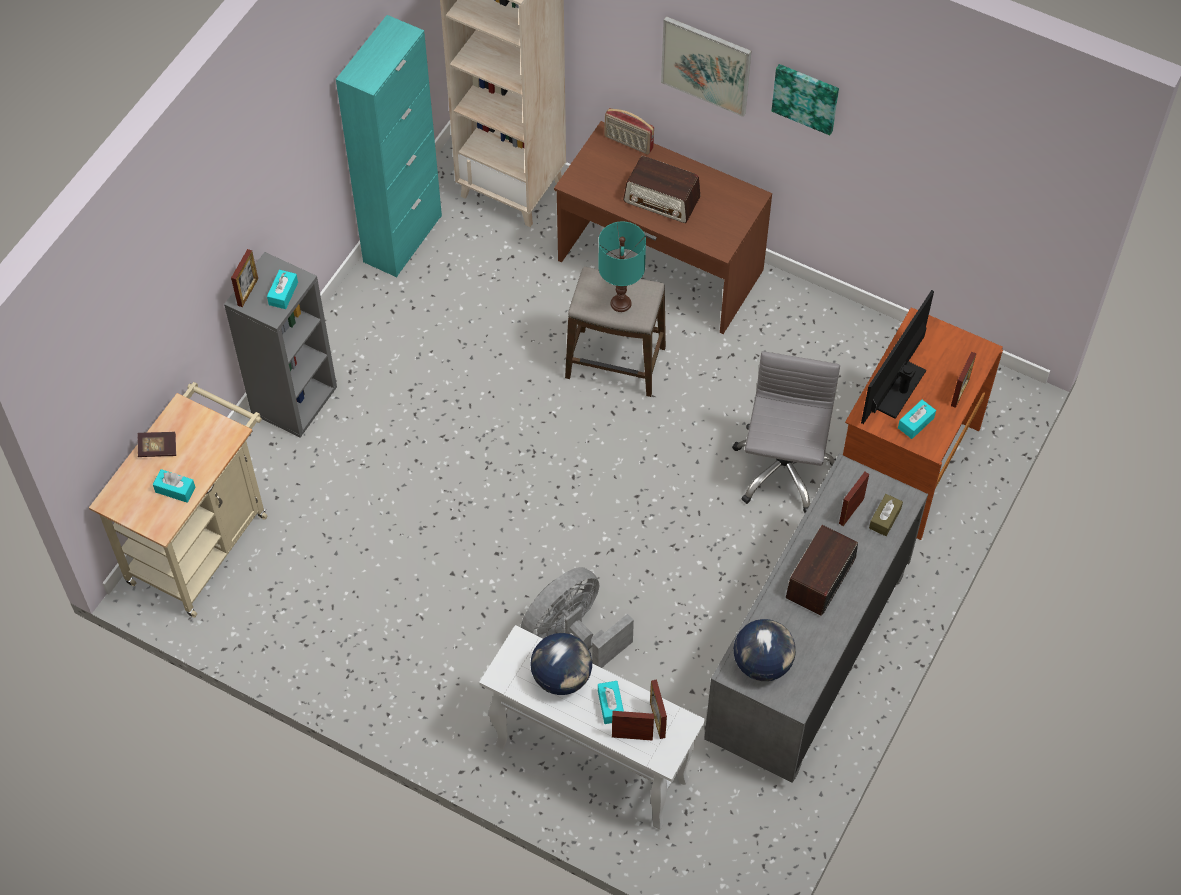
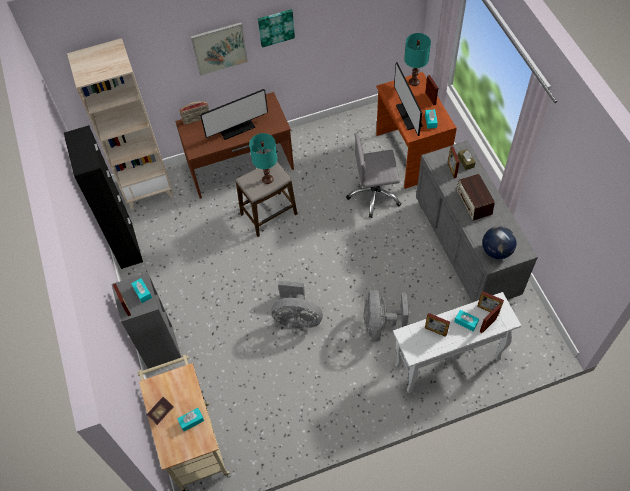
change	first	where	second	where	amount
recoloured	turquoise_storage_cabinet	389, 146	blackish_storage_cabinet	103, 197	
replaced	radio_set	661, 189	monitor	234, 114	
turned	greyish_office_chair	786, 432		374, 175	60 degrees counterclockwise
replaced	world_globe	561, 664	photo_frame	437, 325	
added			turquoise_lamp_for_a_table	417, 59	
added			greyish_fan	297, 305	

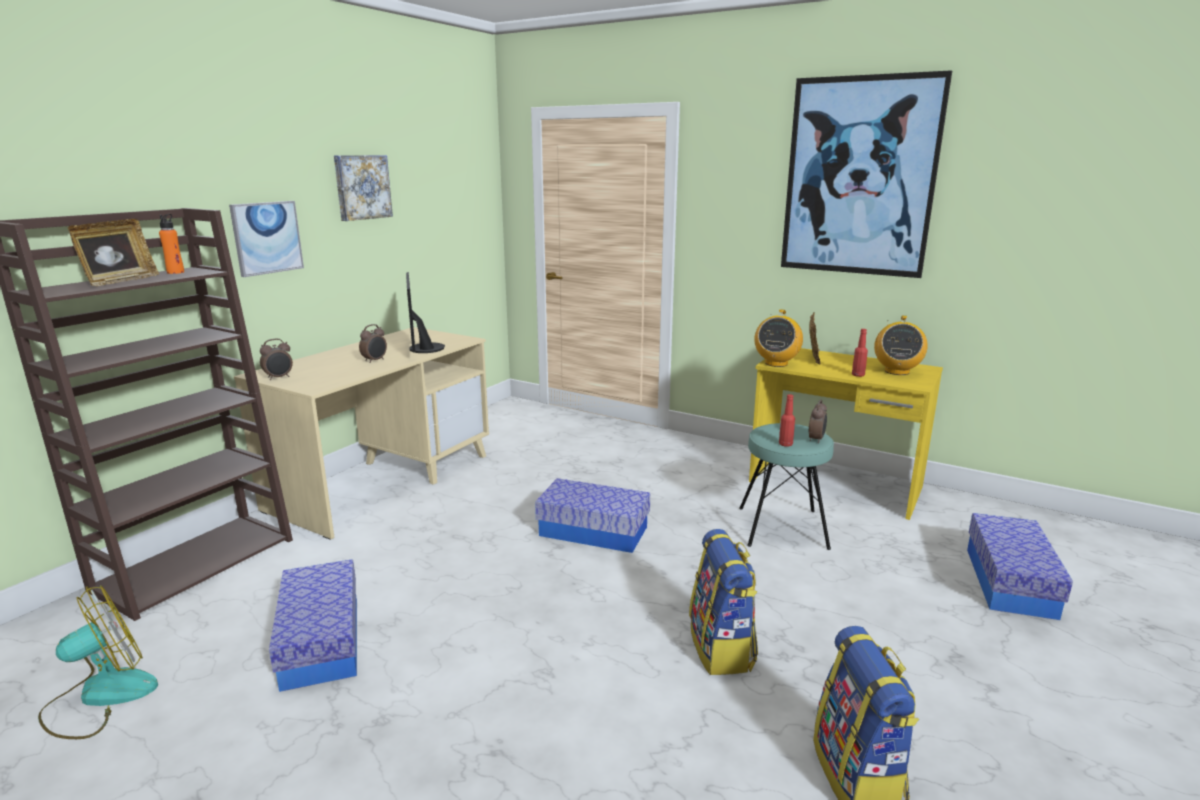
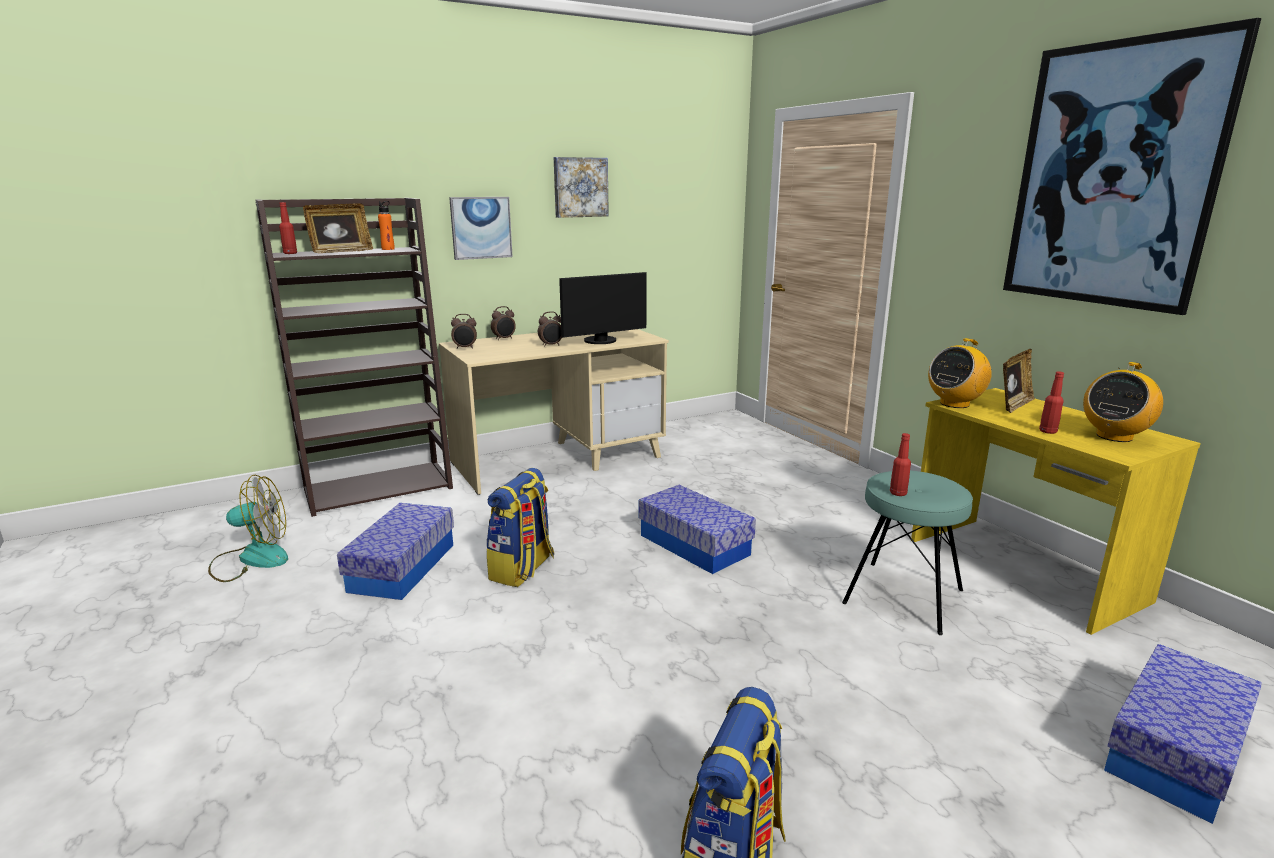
change	first	where	second	where	amount
turned	monitor	425, 312		603, 308	135 degrees counterclockwise
moved	table_clock	818, 421		503, 323	
moved	backpack	723, 602		520, 527	
added			red_drink_bottle	288, 228	

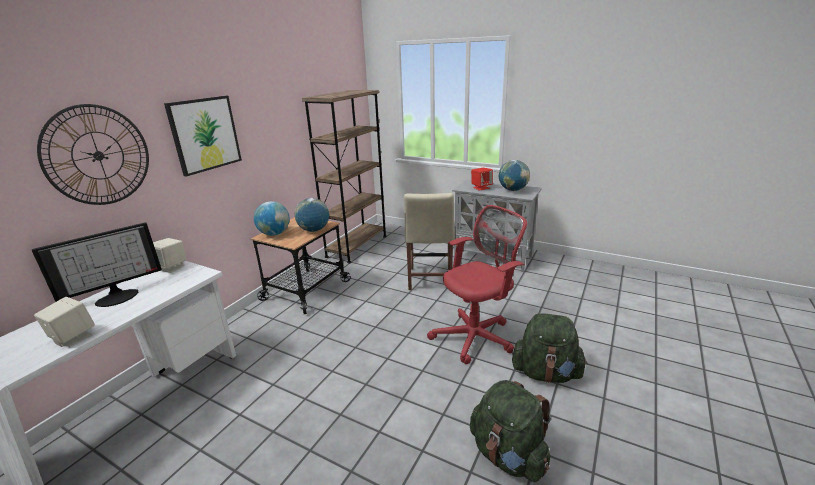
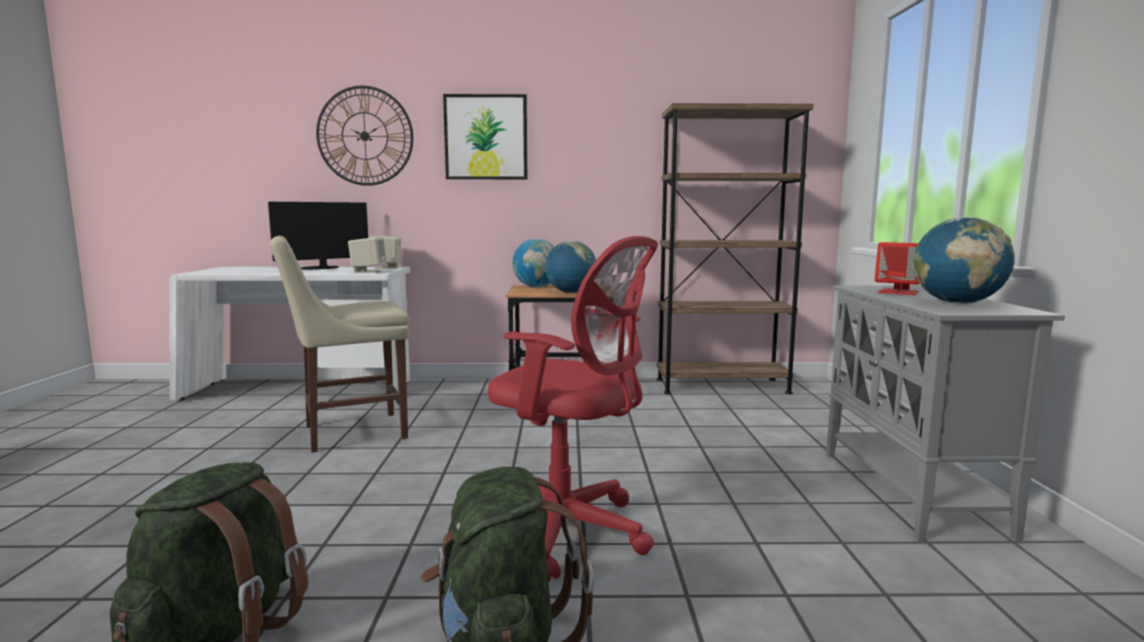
change	first	where	second	where	amount
moved	sand-coloured_upright_chair	429, 241		339, 344	
turned	monitor	97, 264		318, 236	120 degrees clockwise
moved	sand-coloured_loudspeaker	64, 322		367, 255	

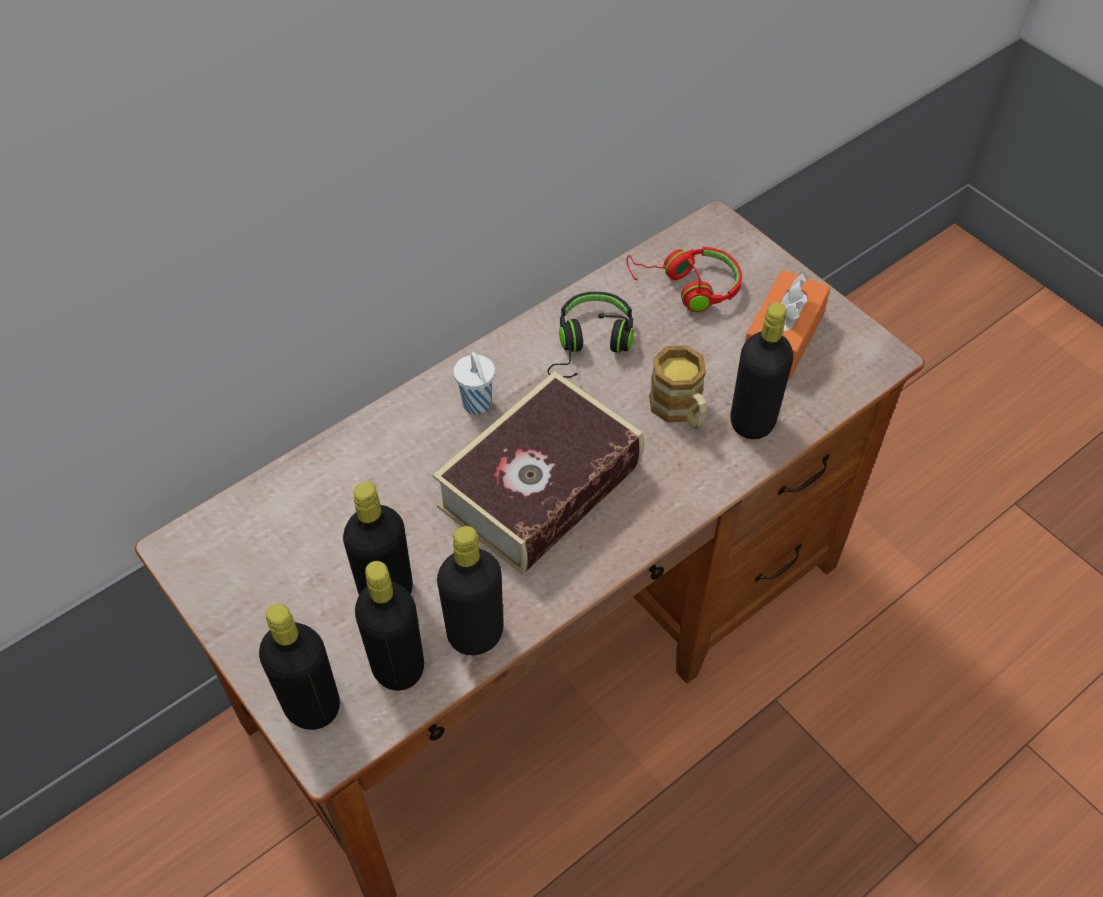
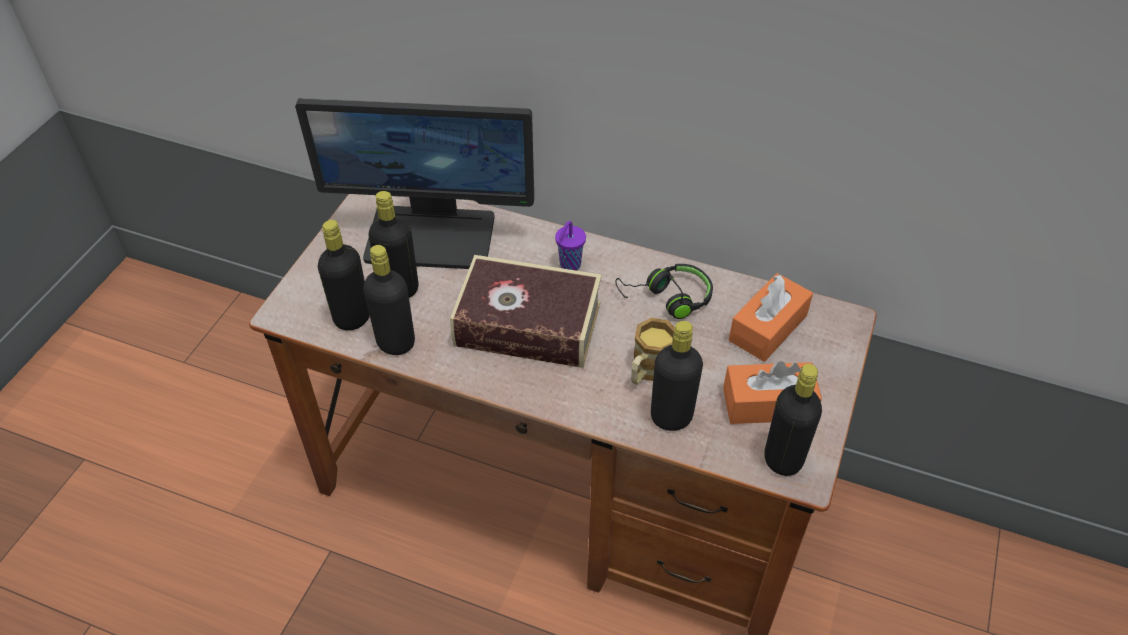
change	first	where	second	where	amount
replaced	red_headphones	684, 279	orange-coloured_tissue_holder	771, 317	
recoloured	white_drinking_cup	474, 383	purplish_drinking_cup	570, 245	
moved	blackish_drink_bottle	299, 667		793, 420	
added			monitor	414, 183	

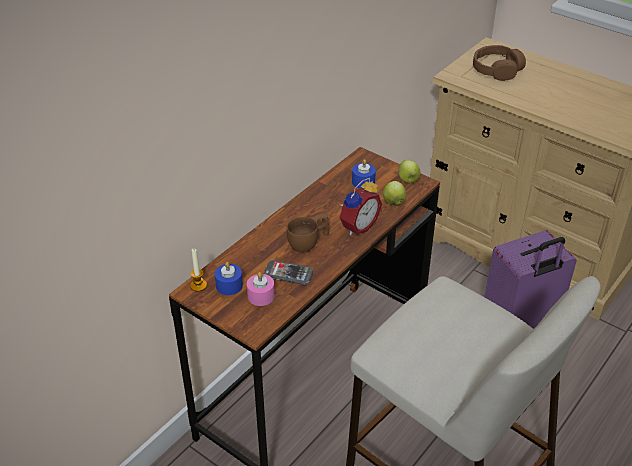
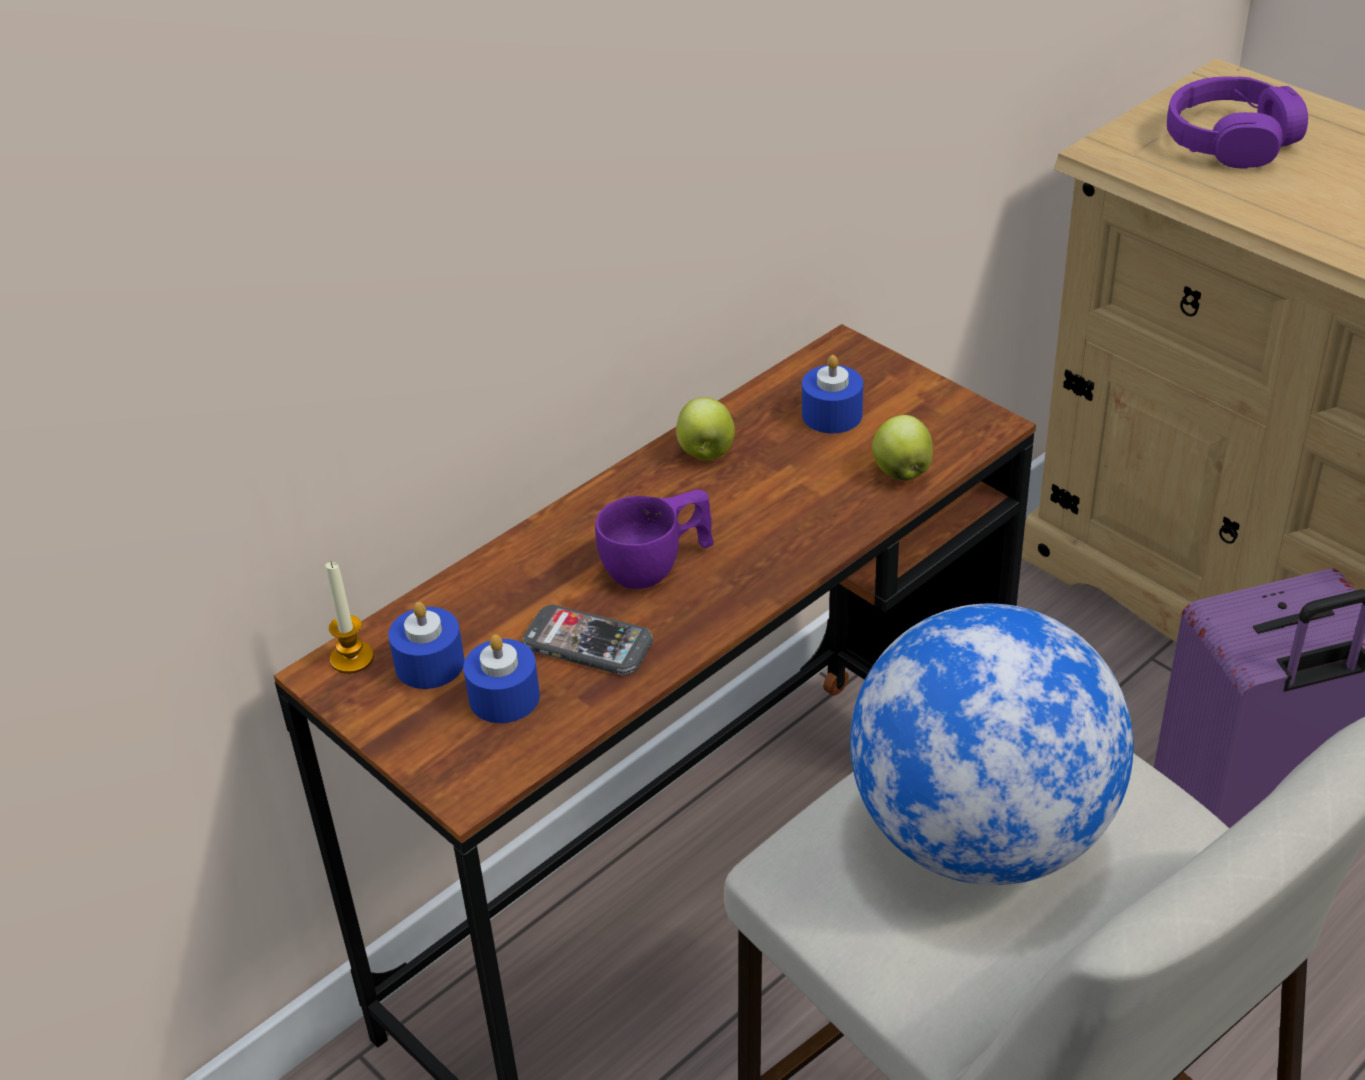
change	first	where	second	where	amount
recoloured	brown_headphones	499, 63	purplish_headphones	1237, 122	
moved	whole_apple	409, 171		705, 428	
removed	table_clock	360, 206			
recoloured	brown_drinking_cup	307, 232	purplish_drinking_cup	654, 539	
recoloured	pinkish_wax_light	261, 289	bluish_wax_light	501, 678	
added			world_globe	991, 744	

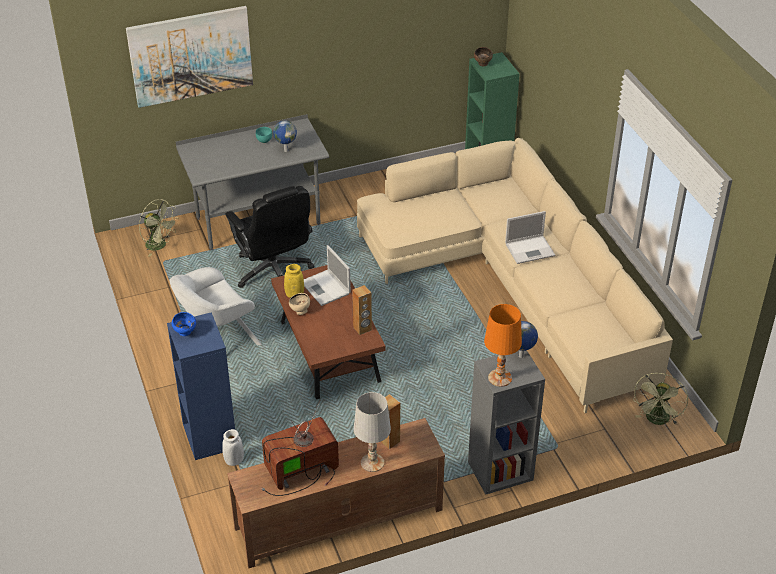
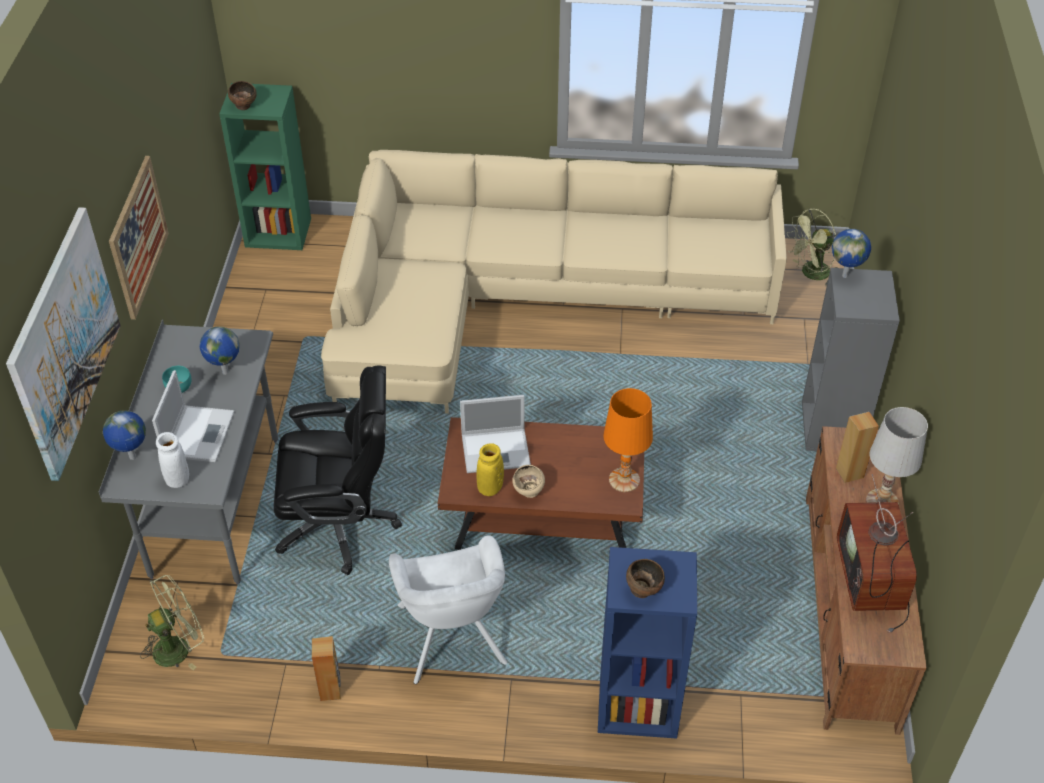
change	first	where	second	where	amount
moved	notebook_computer	530, 237		193, 416	
moved	brown_loudspeaker	362, 310		326, 668	
moved	orange-coloured_lamp_for_a_table	503, 345		628, 440	
recoloured	bluish_deep_dish	184, 324	brown_deep_dish	645, 578	
turned	green_fan	660, 399		812, 247	105 degrees clockwise
moved	white_flower_vase	233, 447		172, 460	
added			picture	139, 238	
added			world_globe	124, 435	

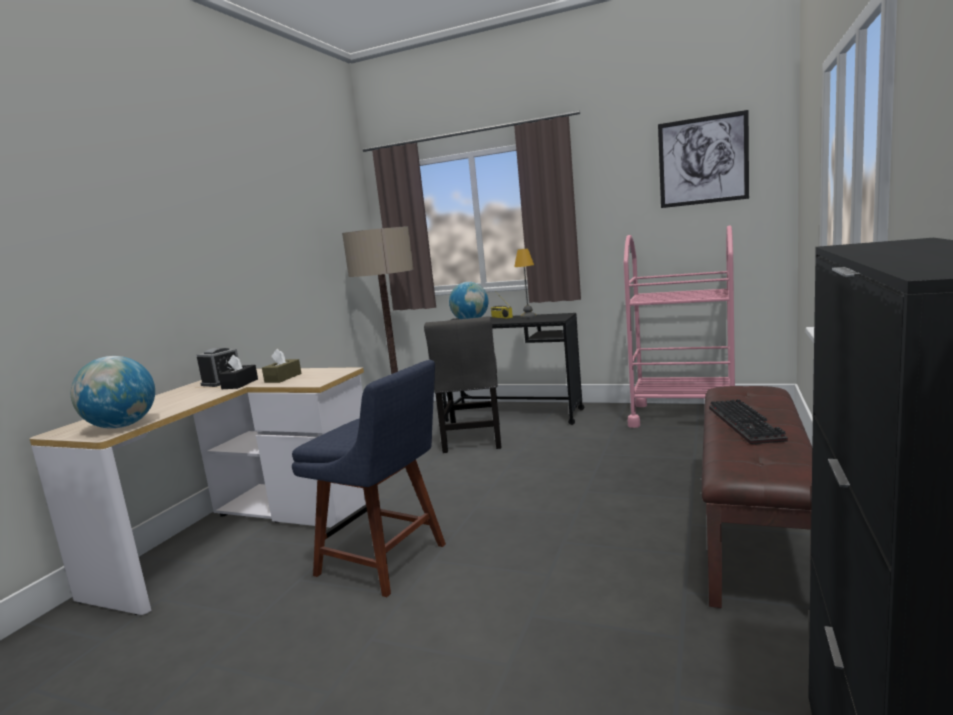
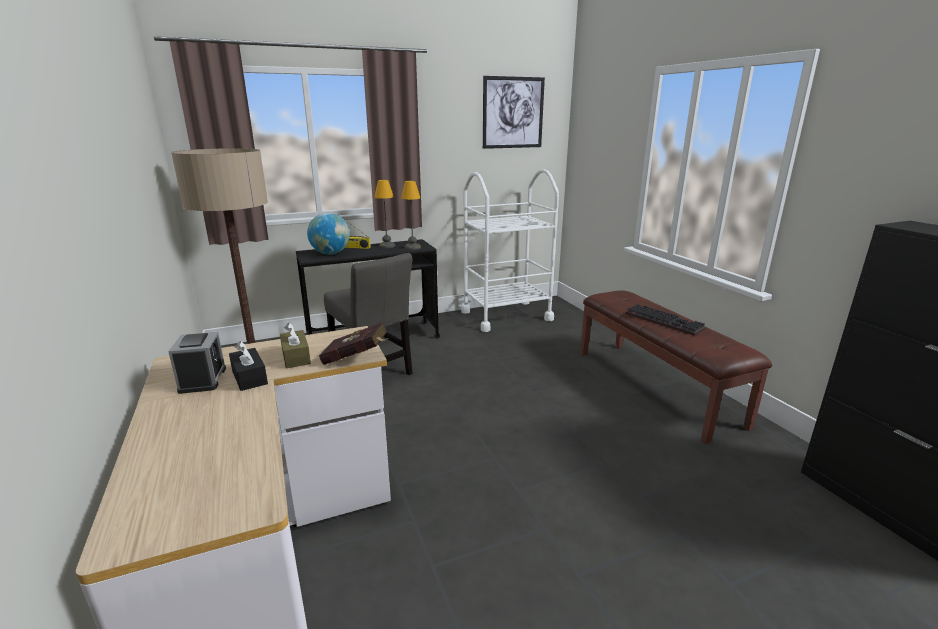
change	first	where	second	where	amount
recoloured	pinkish_cart	679, 326	white_cart	510, 250	
removed	world_globe	113, 392			
removed	bluish_upright_chair	369, 478			
added			lamp_for_a_table	411, 215	
added			red_bound_book	354, 343	

